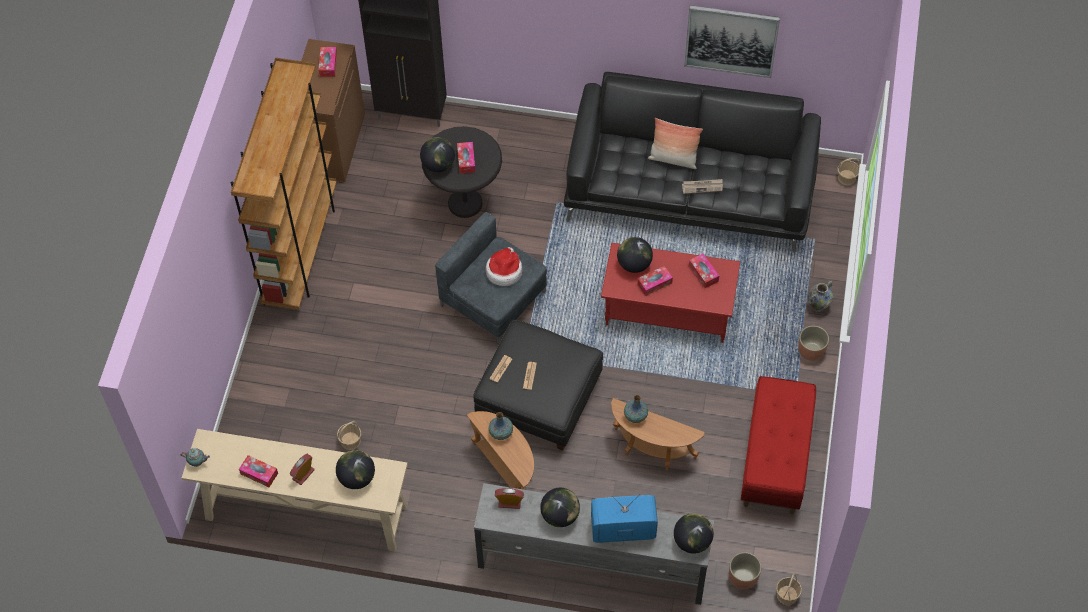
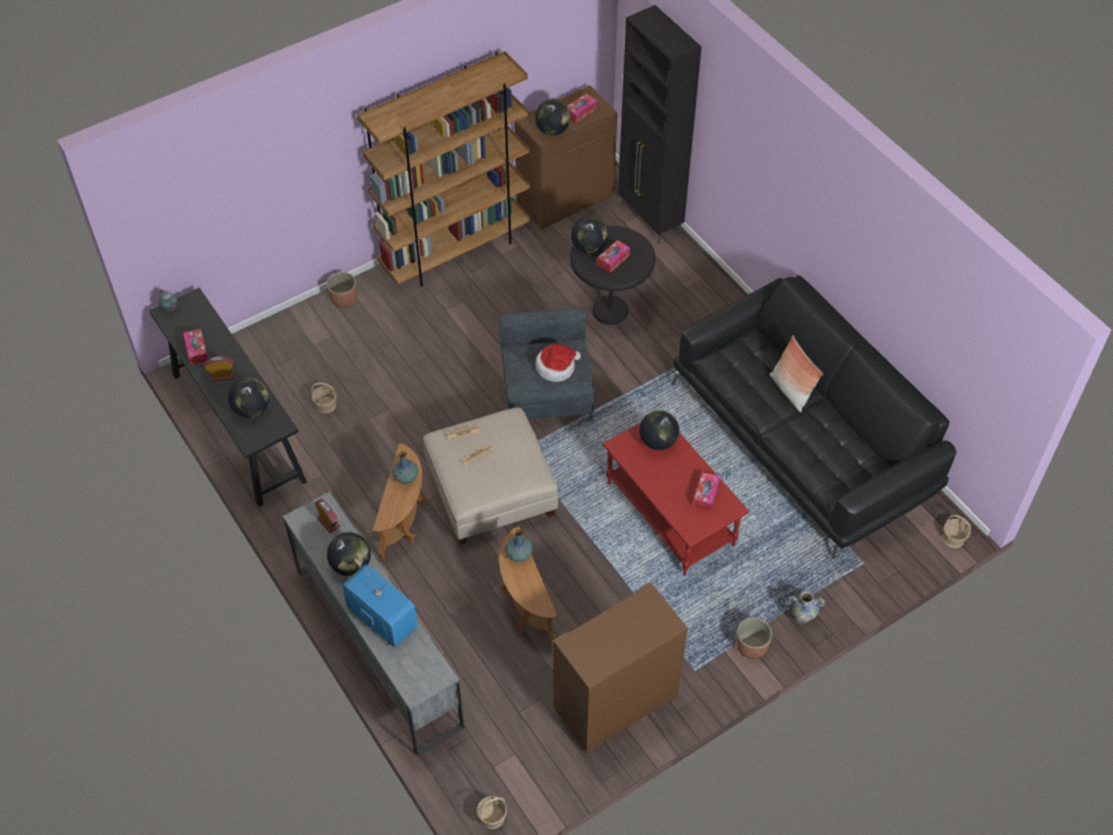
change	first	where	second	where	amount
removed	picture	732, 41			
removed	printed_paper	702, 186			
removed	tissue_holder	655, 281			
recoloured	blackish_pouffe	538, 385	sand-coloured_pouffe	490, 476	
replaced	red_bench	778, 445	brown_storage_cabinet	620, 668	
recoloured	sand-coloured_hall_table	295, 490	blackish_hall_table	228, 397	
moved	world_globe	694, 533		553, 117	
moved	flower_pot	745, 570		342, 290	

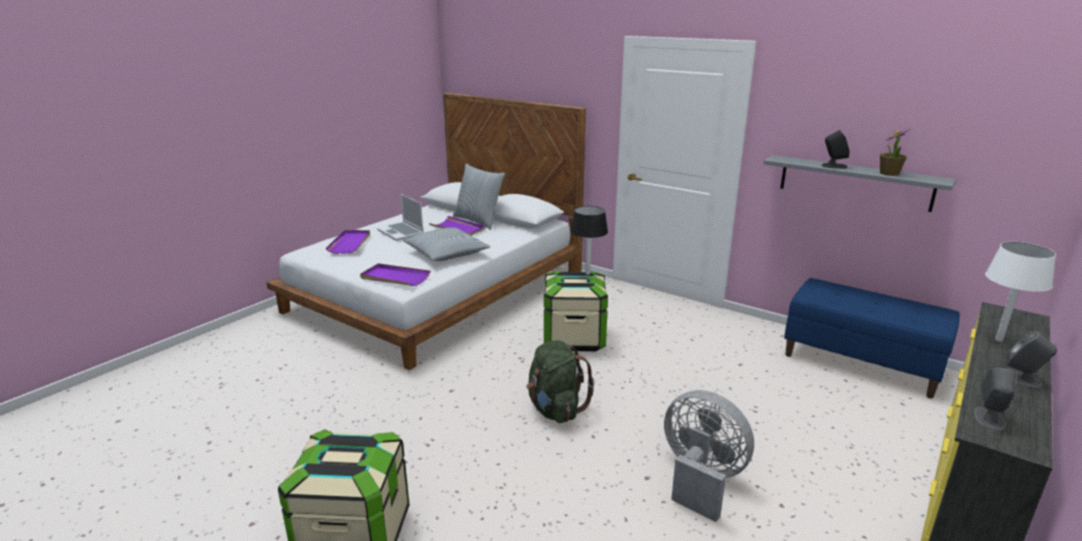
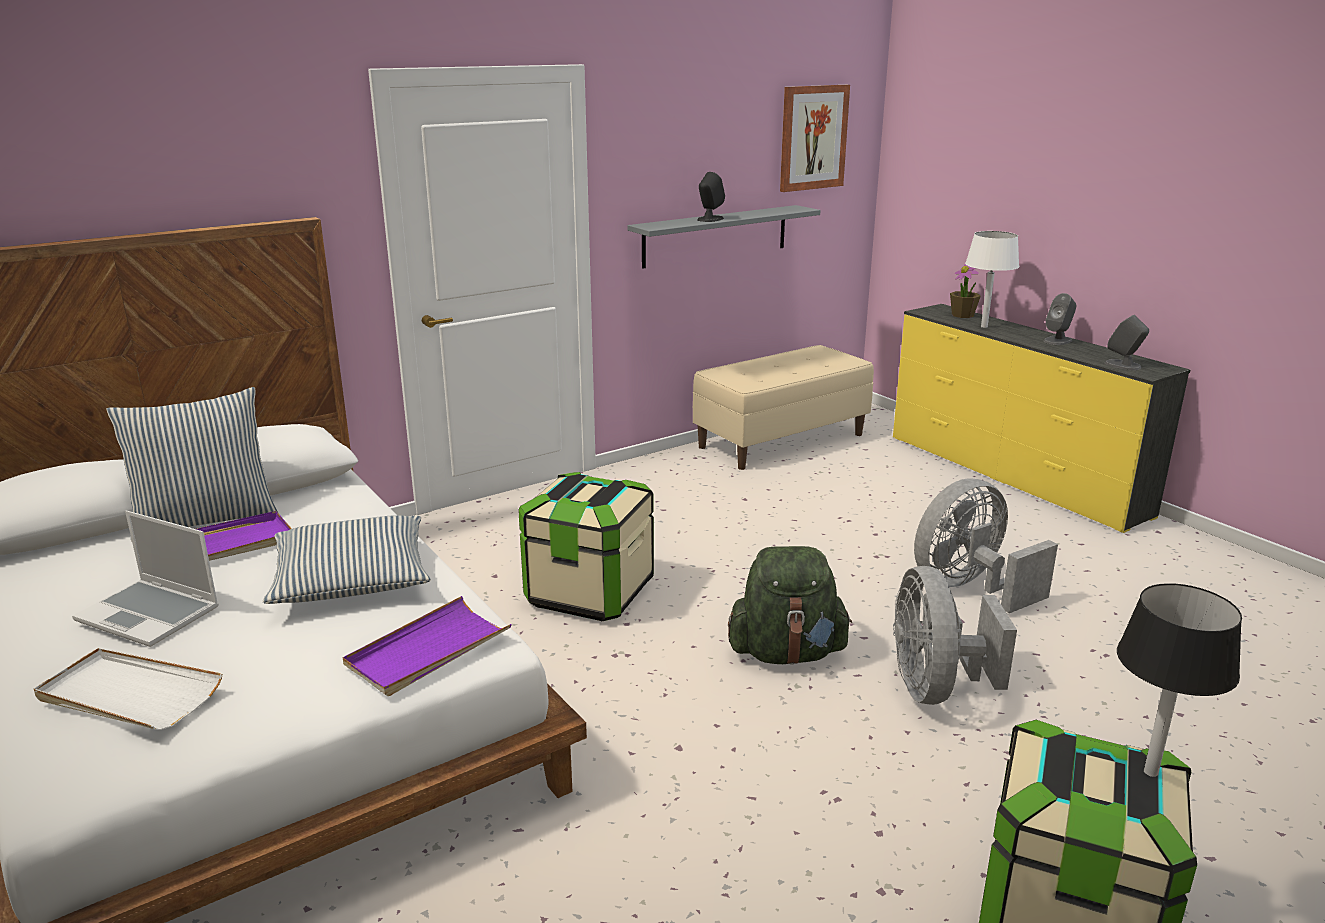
change	first	where	second	where	amount
moved	plant_in_a_pot	895, 152		965, 291	
turned	notebook_computer	400, 217		145, 579	45 degrees clockwise
moved	blackish_lamp_for_a_table	589, 240		1179, 680	
recoloured	purplish_carrying_tray	347, 242	white_carrying_tray	128, 689	
recoloured	bluish_bench	872, 338	sand-coloured_bench	783, 407	
added			picture	815, 138	
added			greyish_fan	955, 635	

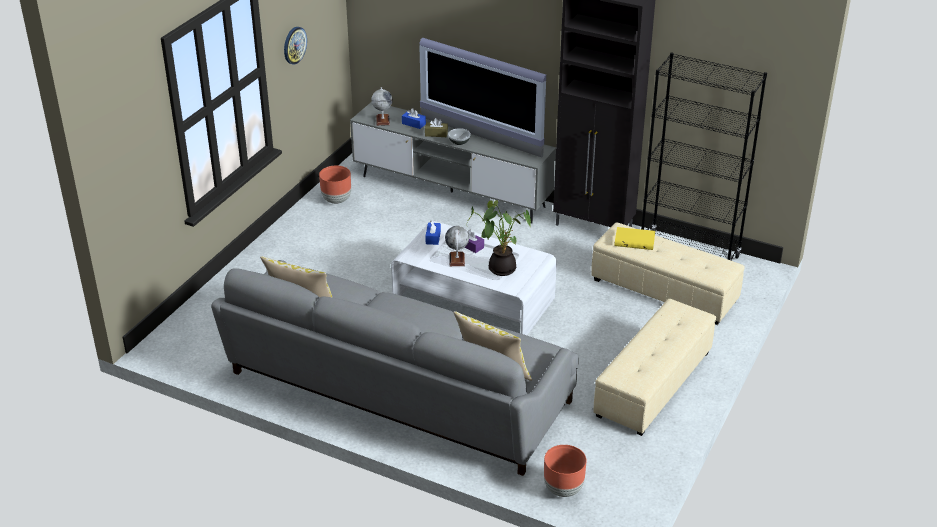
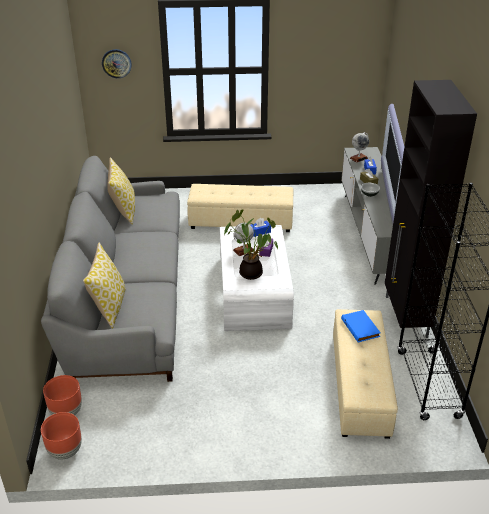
change	first	where	second	where	amount
moved	wall_clock	295, 45		116, 63	
moved	brown_flower_pot	335, 184		61, 435	
recoloured	yellowish_bound_book	634, 238	bluish_bound_book	361, 326	
moved	sand-coloured_pouffe	655, 367		240, 208	

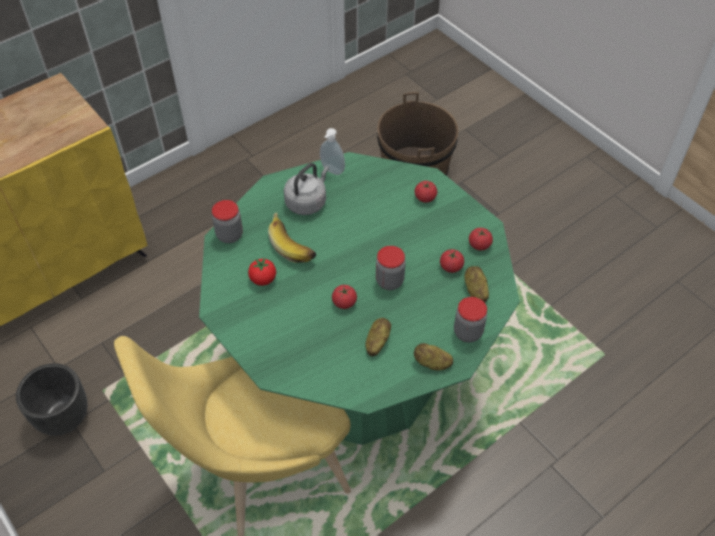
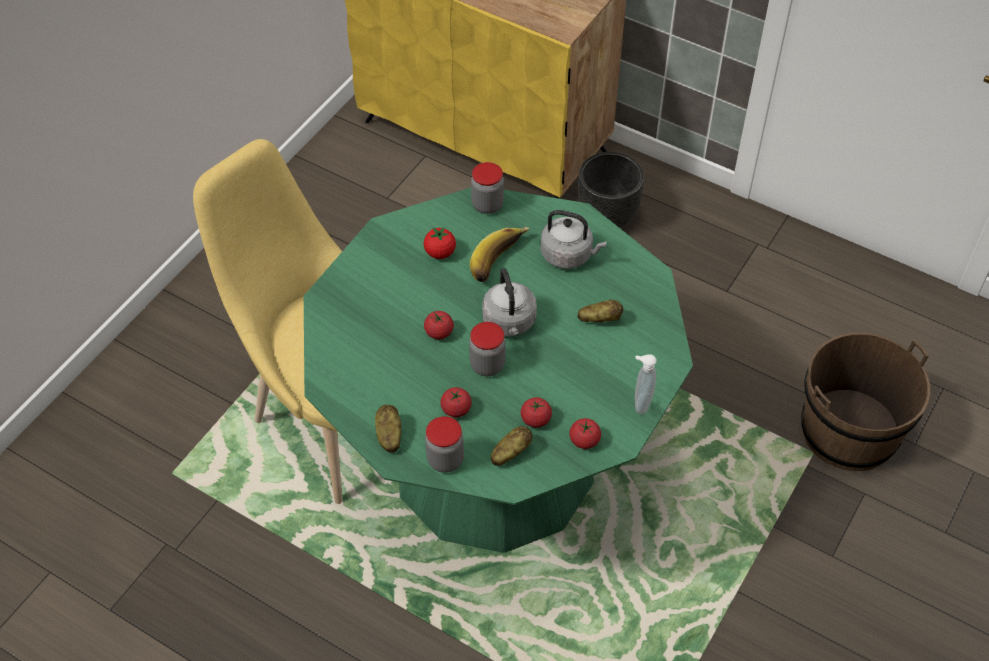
change	first	where	second	where	amount
moved	soap_dispenser	332, 151		646, 384	
moved	fresh_tomato	425, 192		456, 402	
moved	potato	378, 337		600, 311	
moved	blackish_flower_pot	52, 399		611, 190	
added			greyish_tea_kettle	509, 302	

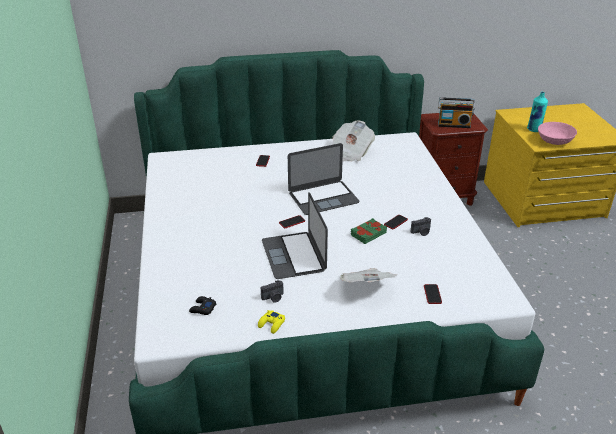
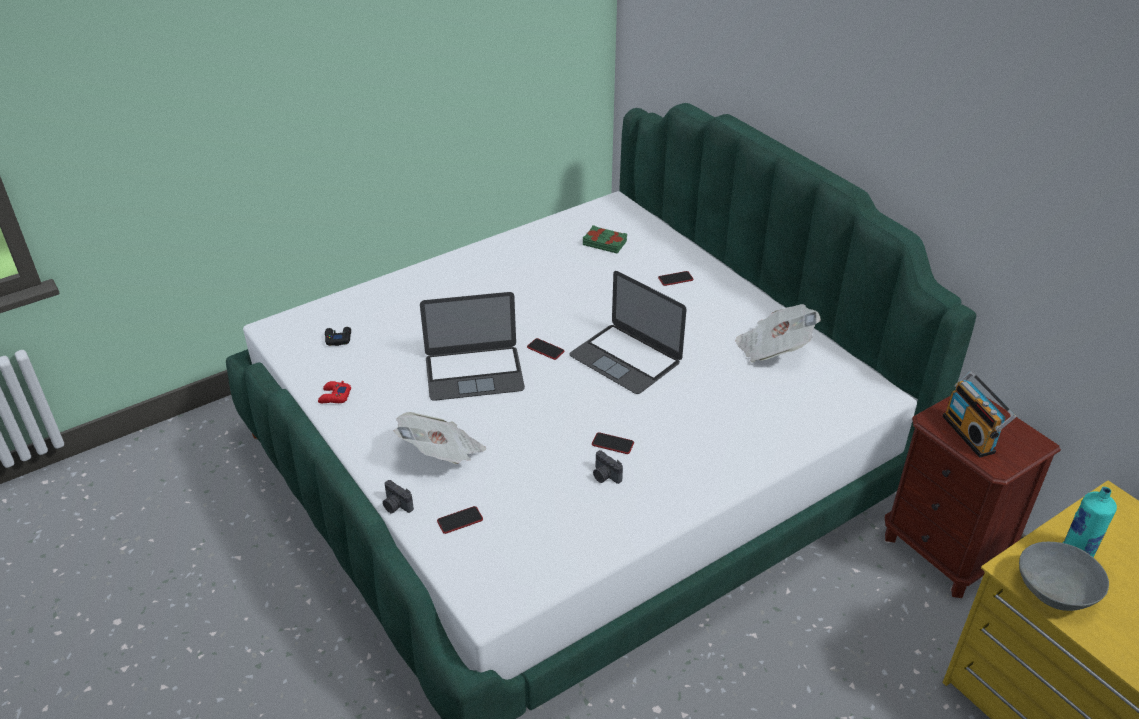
change	first	where	second	where	amount
recoloured	pinkish_deep_dish	557, 133	greyish_deep_dish	1064, 576	
turned	notebook_computer	295, 235		472, 346	150 degrees counterclockwise
moved	green_bound_book	369, 231		605, 239	
moved	photo_camera	272, 291		398, 497	
recoloured	yellowish_joypad	271, 322	red_joypad	334, 392	

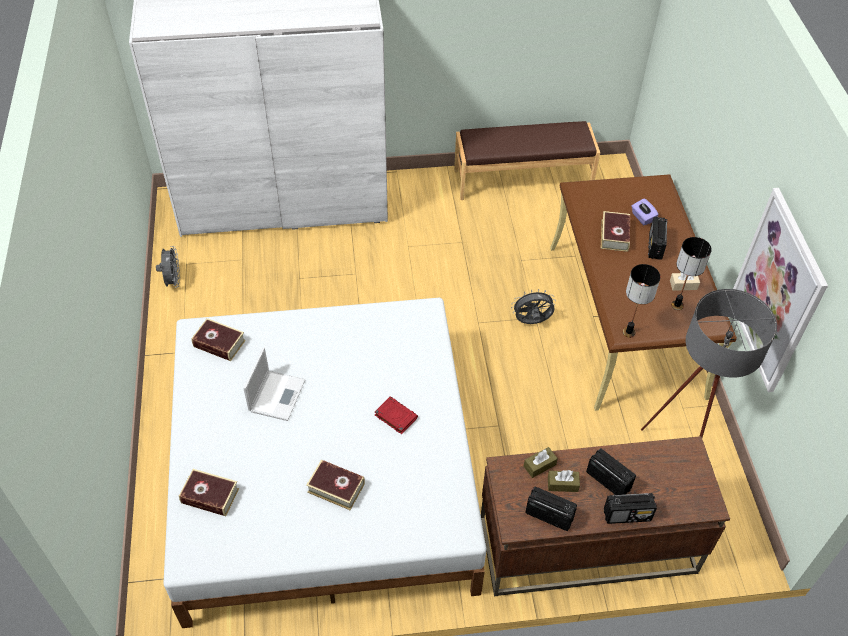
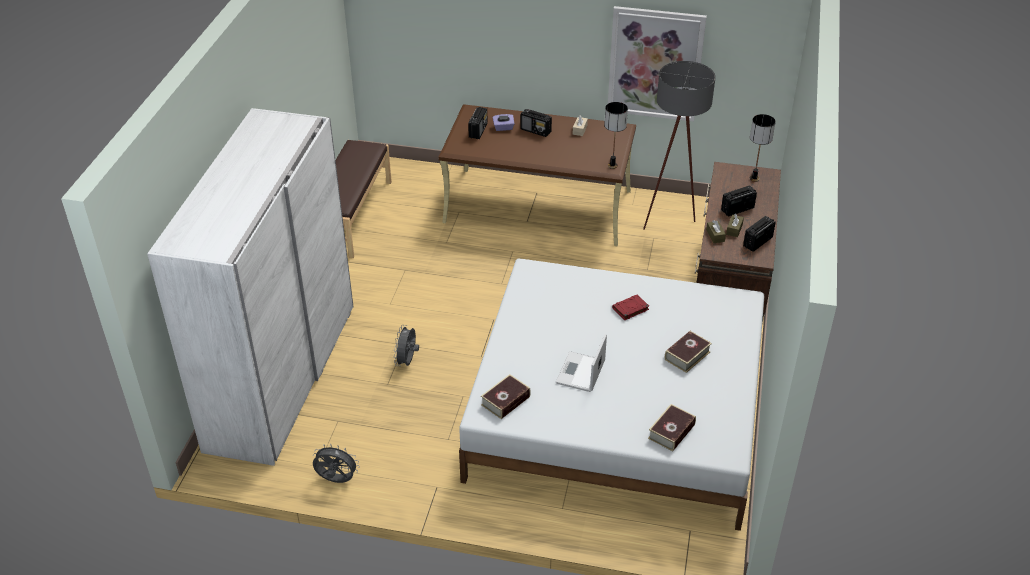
change	first	where	second	where	amount
removed	bound_book	615, 231			
moved	lamp_for_a_table	691, 273		763, 148	
moved	greyish_fan	533, 306		406, 345	
turned	notebook_computer	274, 384		581, 363	105 degrees counterclockwise
moved	radio_set	630, 508		478, 123	

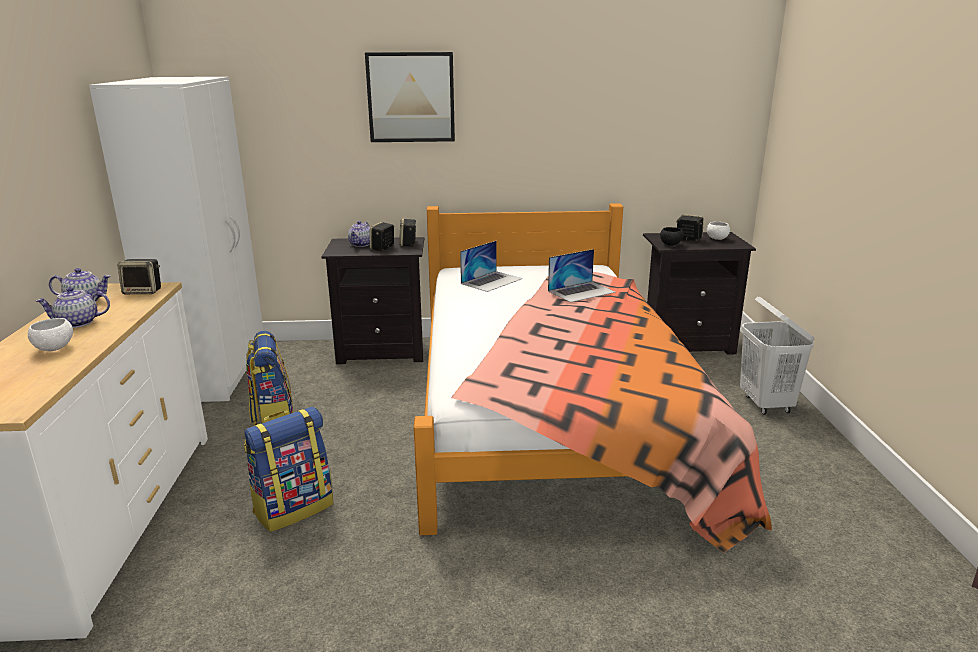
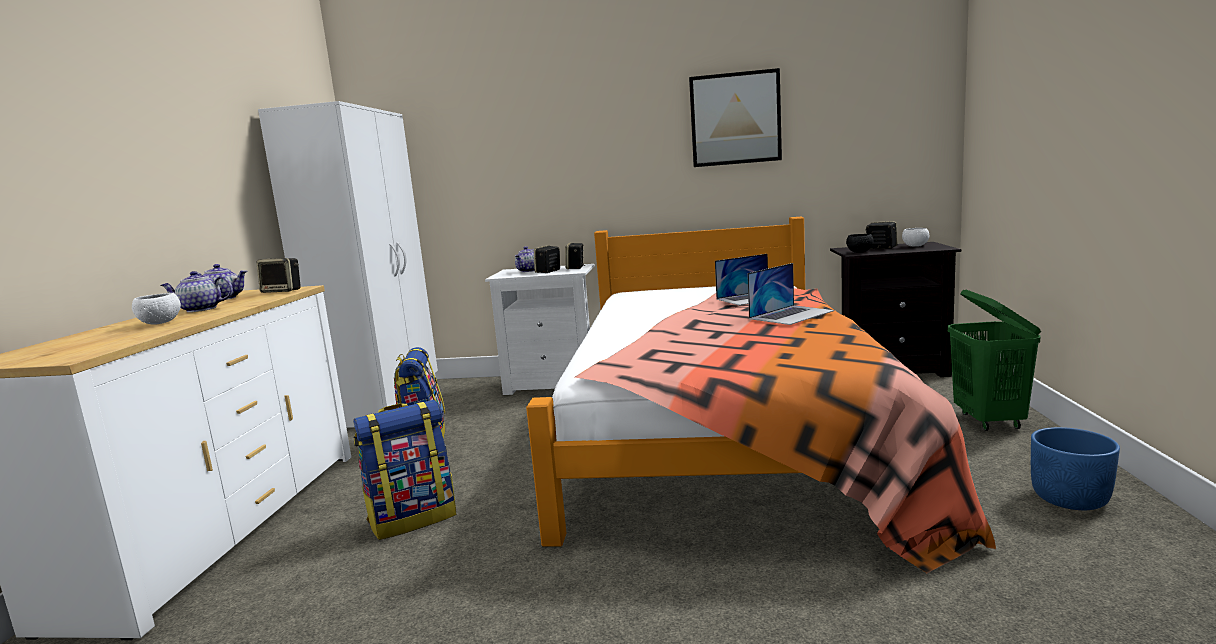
change	first	where	second	where	amount
moved	picture	410, 97		735, 117	
recoloured	blackish_night_table	372, 300	white_night_table	540, 329	
moved	notebook_computer	491, 266		790, 294	
recoloured	white_hamper	777, 355	green_hamper	994, 360	
added			bluish_flower_pot	1075, 468	

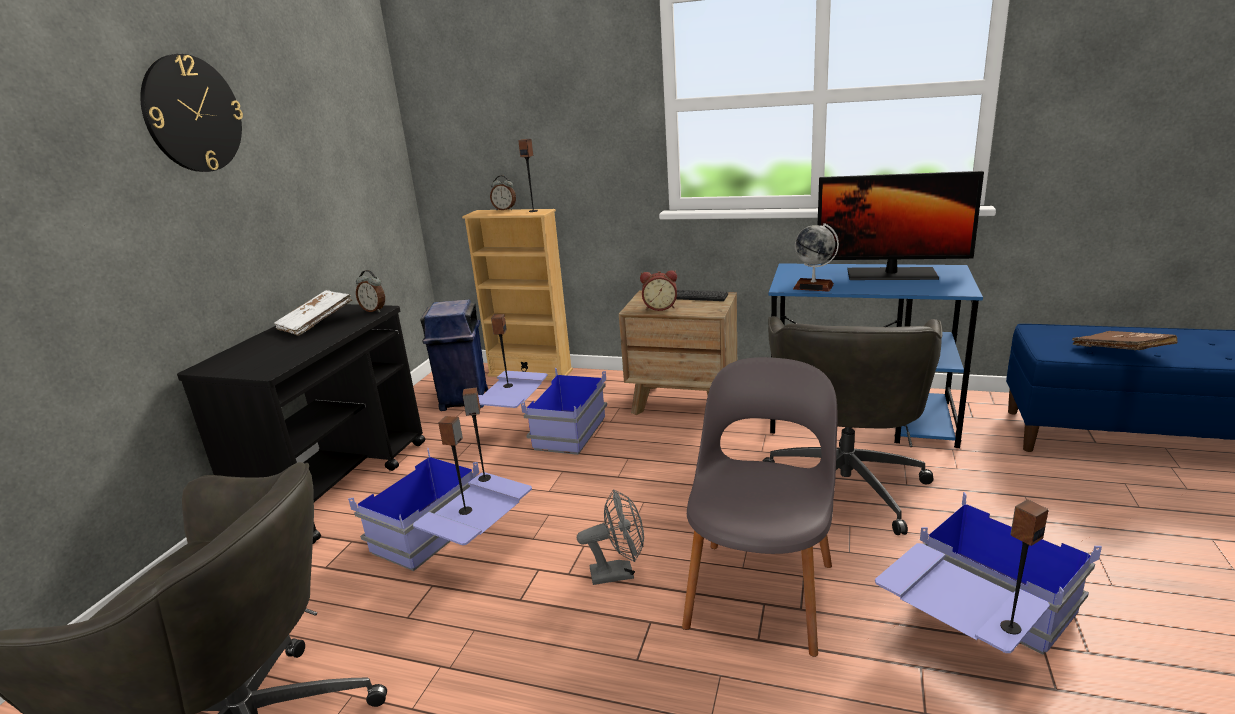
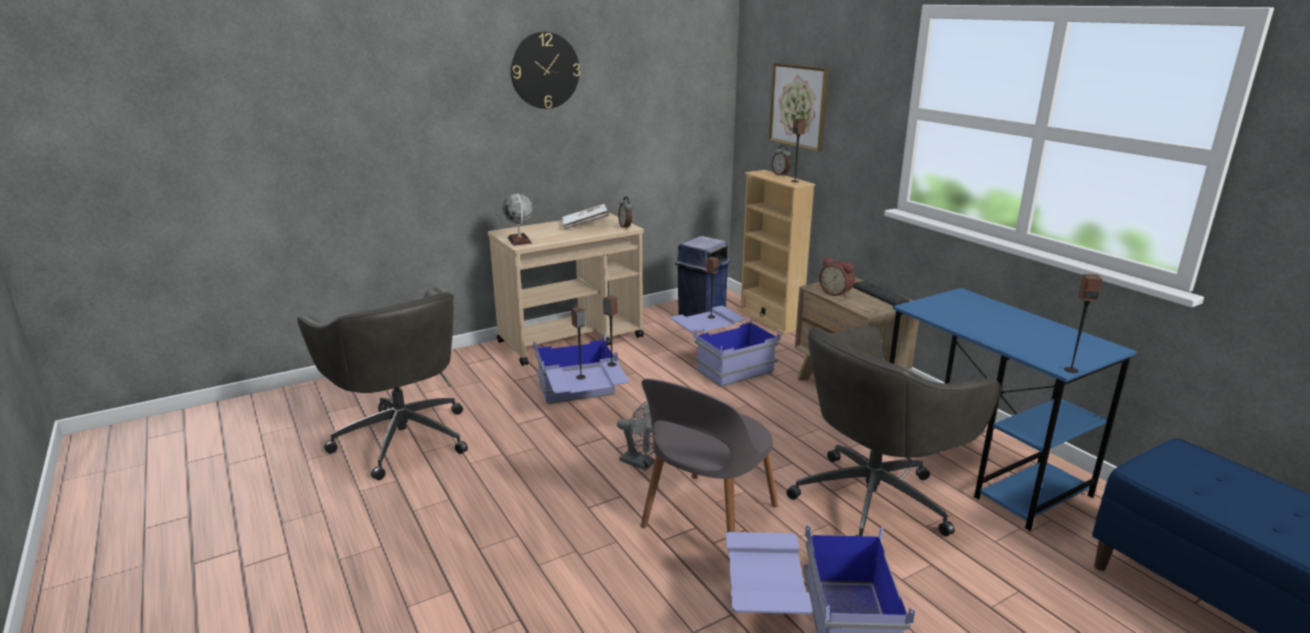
change	first	where	second	where	amount
removed	monitor	901, 225			
moved	world_globe	816, 257		517, 220	
recoloured	blackish_cart	301, 424	sand-coloured_cart	566, 289	
removed	brown_bound_book	1125, 340			
turned	greyish_upright_chair	759, 507		709, 466	150 degrees clockwise
moved	loudspeaker	1024, 567		1083, 323	
added			picture	799, 107	

